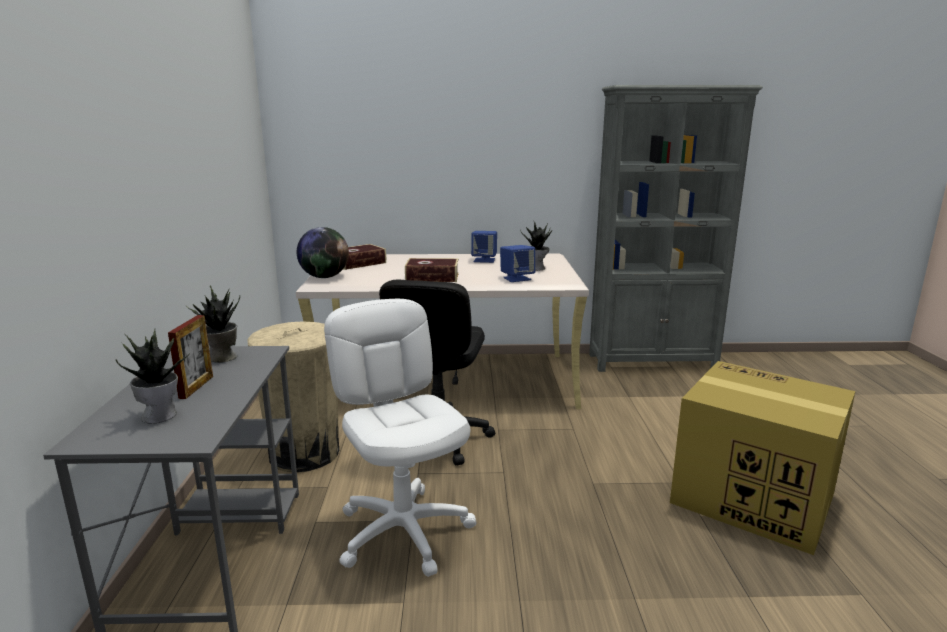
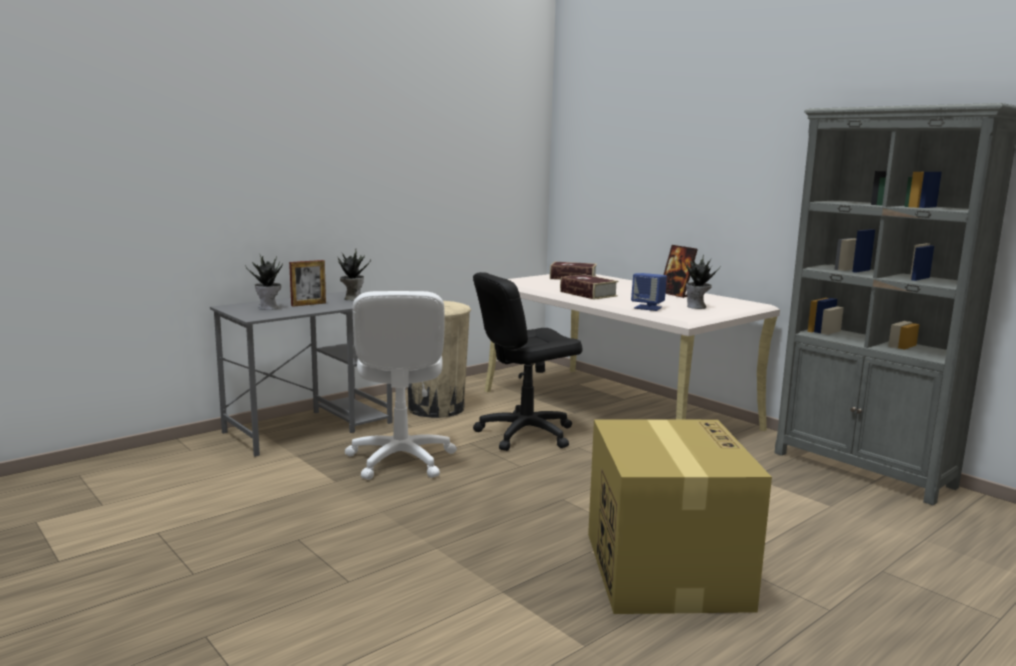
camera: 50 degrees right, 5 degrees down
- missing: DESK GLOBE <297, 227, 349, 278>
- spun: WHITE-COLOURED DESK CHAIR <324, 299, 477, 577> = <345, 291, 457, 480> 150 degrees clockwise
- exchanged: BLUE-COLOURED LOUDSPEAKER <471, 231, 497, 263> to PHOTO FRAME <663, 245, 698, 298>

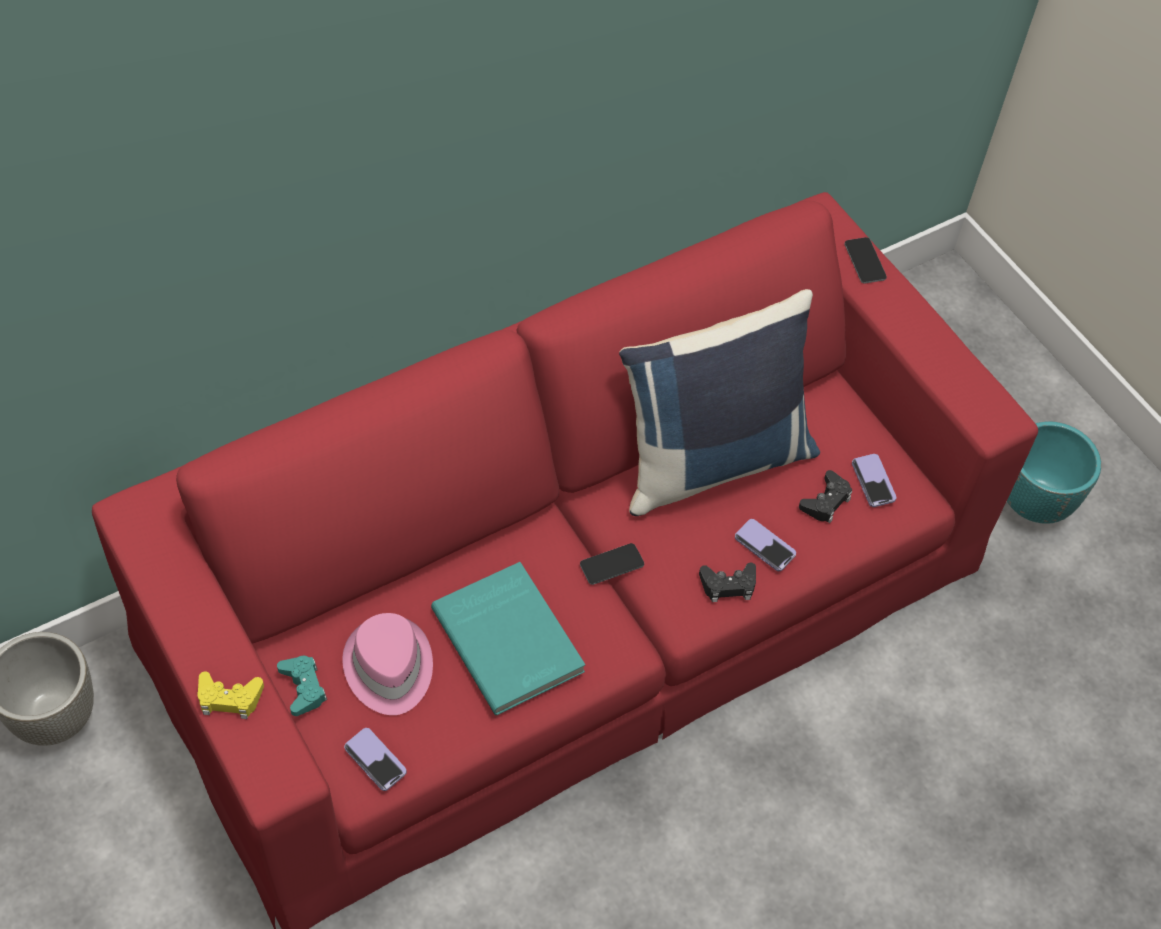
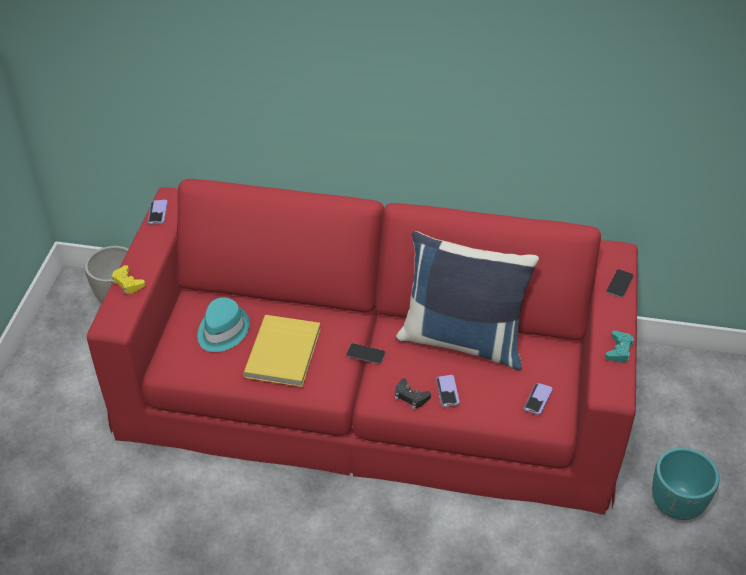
camera: 45 degrees right, 10 degrees down
- relocated: TURQUOISE-COLOURED GAME CONTROLLER <277, 656, 327, 716> to <605, 330, 634, 363>
- colour: PINK WEARABLE HAT <342, 613, 433, 715> to TURQUOISE-COLOURED WEARABLE HAT <198, 298, 250, 352>
- relocated: PHONE <344, 728, 407, 791> to <148, 200, 168, 225>
- colour: TURQUOISE-COLOURED BOUND BOOK <431, 562, 586, 715> to YELLOW BOUND BOOK <243, 315, 321, 387>
- missing: BLACKISH GAME CONTROLLER <799, 470, 852, 523>

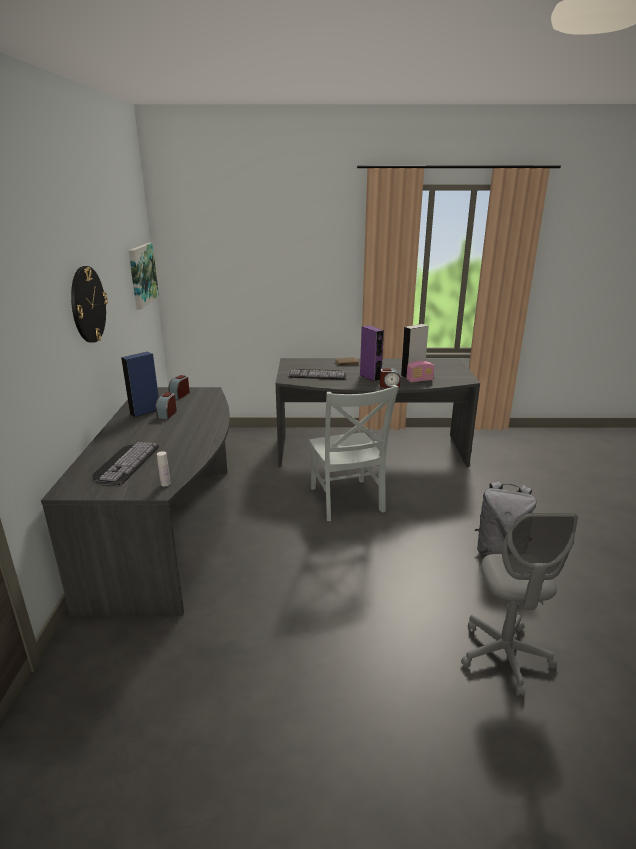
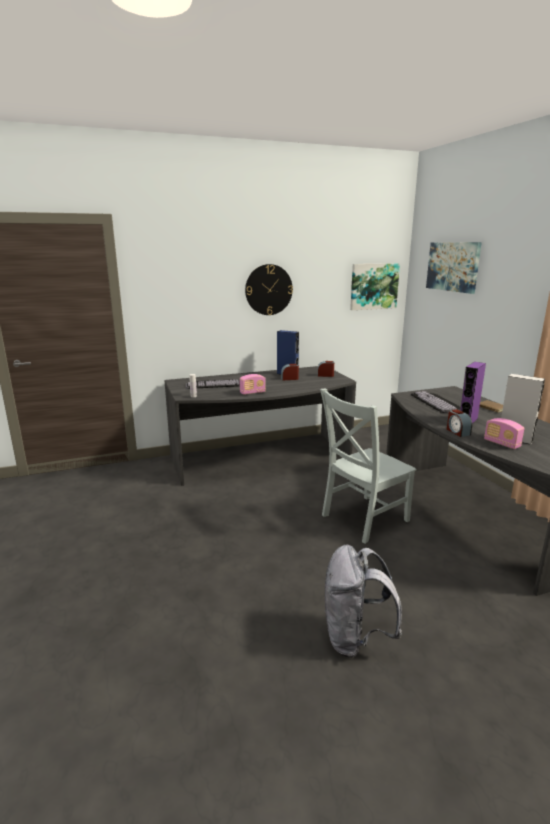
camera: 70 degrees right, 5 degrees down
- missing: GREYISH DESK CHAIR <461, 513, 578, 696>
- appeared: RADIO <240, 374, 266, 395>
- appeared: WALL PICTURE <426, 242, 482, 294>

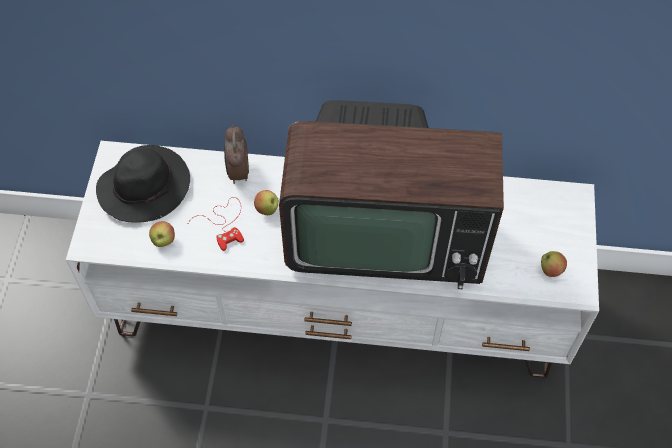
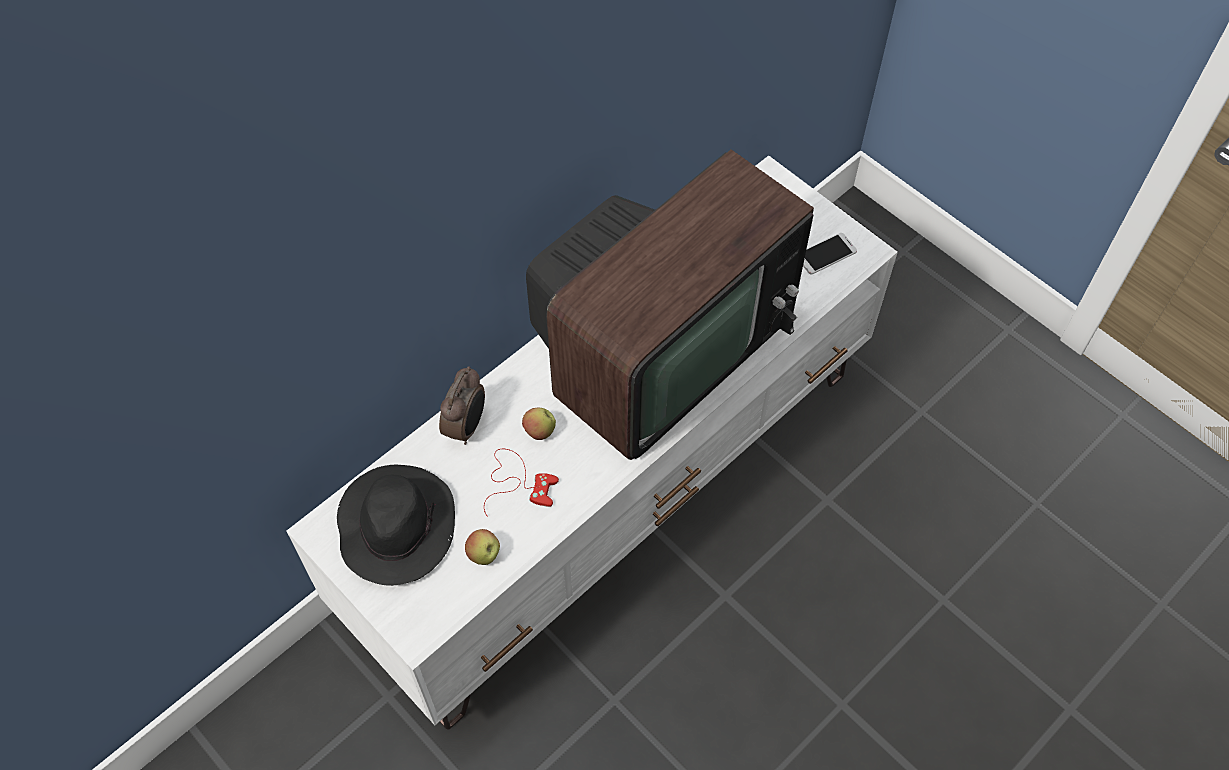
camera: 50 degrees left, 0 degrees up
- spun: BEDSIDE CLOCK <224, 125, 249, 184> = <439, 366, 485, 445> 105 degrees counterclockwise
- exchanged: APPLE <541, 251, 567, 277> to PHONE <803, 233, 857, 275>

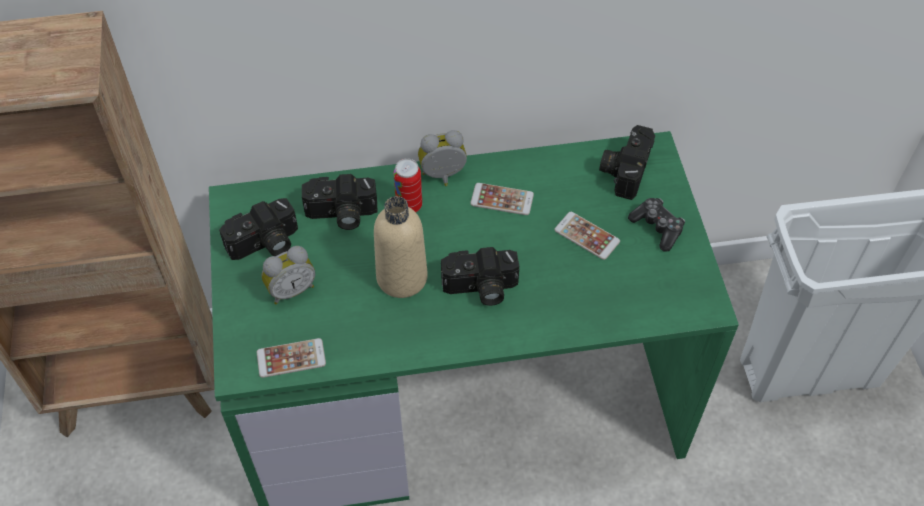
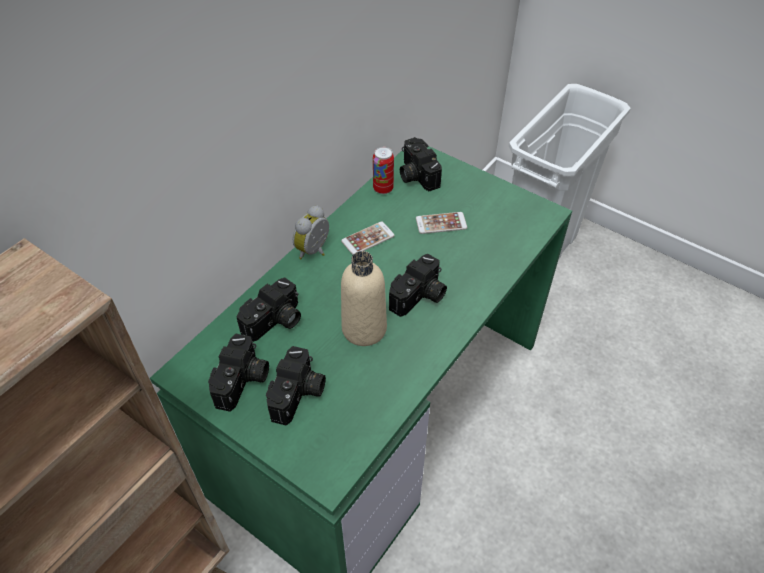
camera: 45 degrees left, 5 degrees down
- missing: PHONE <257, 338, 326, 378>
- exchanged: BEDSIDE CLOCK <261, 246, 315, 305> to STILL CAMERA <266, 346, 326, 426>
- relocated: METAL CAN <394, 159, 422, 212> to <373, 147, 394, 194>
- missing: GAME CONTROLLER <628, 198, 685, 252>

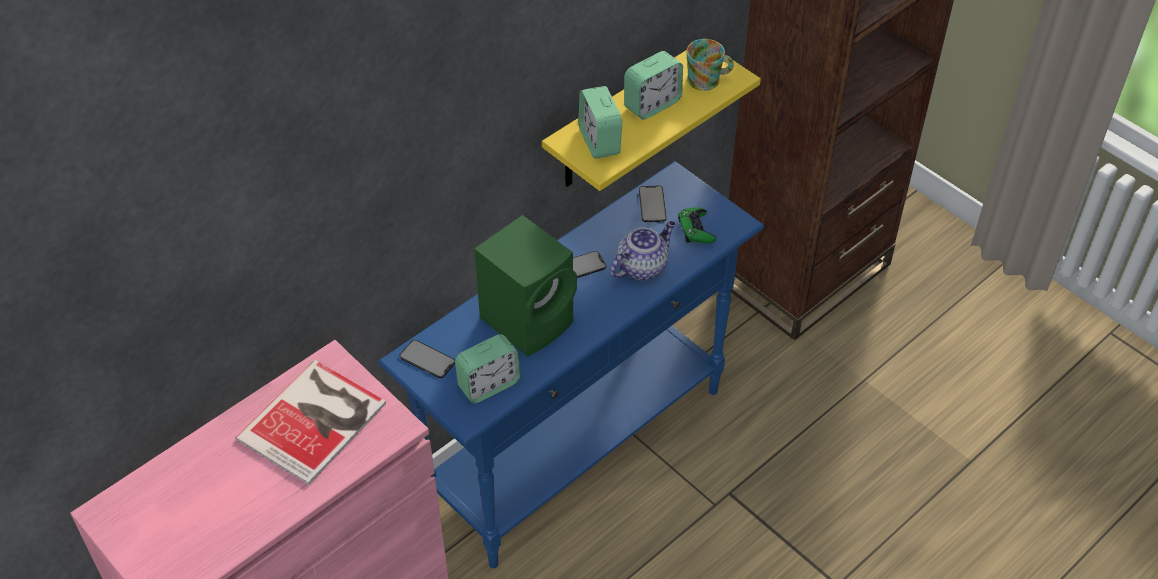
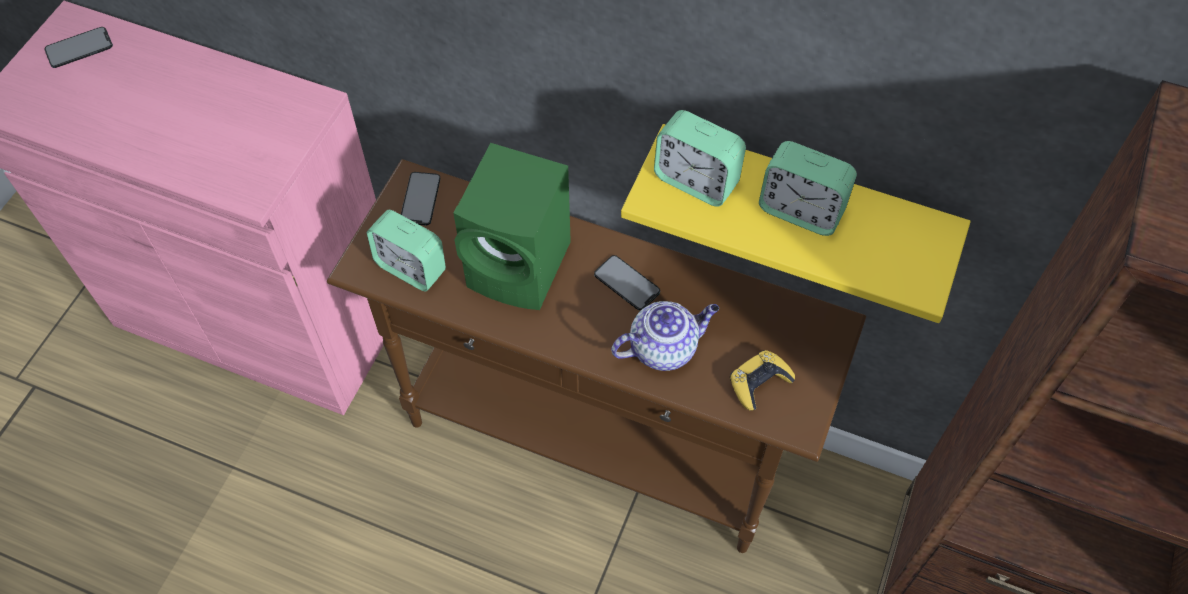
camera: 65 degrees right, 10 degrees up
- missing: BOUND BOOK <236, 360, 386, 485>
- colour: BLUE-COLOURED NARROW TABLE <378, 161, 764, 568> to BROWN-COLOURED NARROW TABLE <327, 159, 866, 553>
- spun: BEDSIDE CLOCK <578, 86, 622, 159> = <654, 110, 746, 207> 105 degrees counterclockwise
- spun: POT FOR TEA <610, 221, 675, 280> = <611, 301, 719, 371> 45 degrees counterclockwise
- relocated: PHONE <639, 186, 667, 222> to <44, 27, 113, 68>
- colour: GREEN-COLOURED GAME CONTROLLER <678, 207, 716, 243> to YELLOW GAME CONTROLLER <730, 350, 795, 411>
- missing: MUG <687, 39, 734, 91>

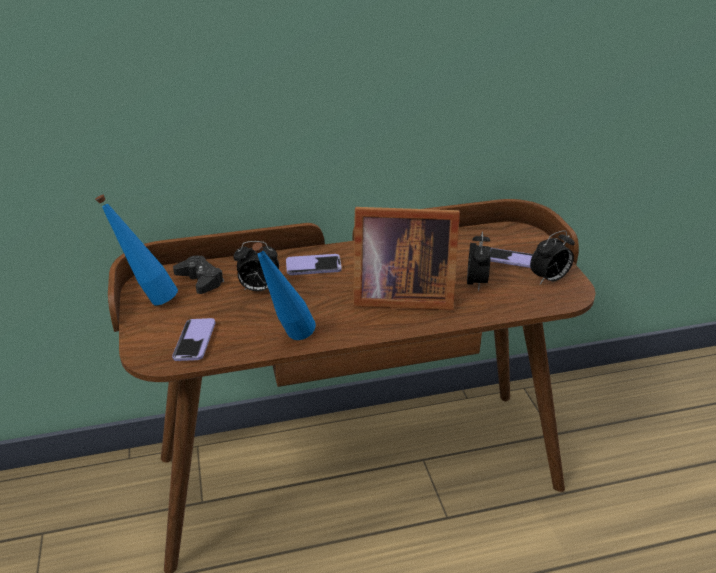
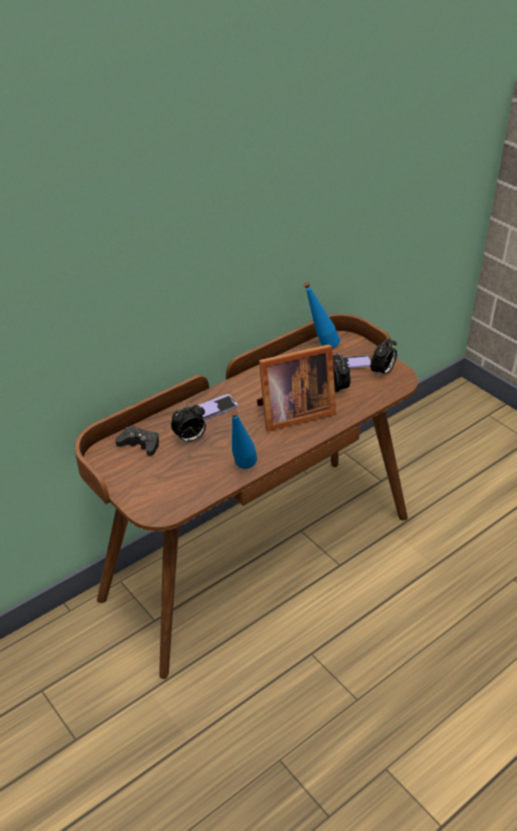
camera: 25 degrees left, 5 degrees up
- relocated: BLUE-COLOURED DRINK BOTTLE <95, 195, 178, 306> to <303, 282, 340, 349>
- missing: PHONE <172, 318, 215, 361>

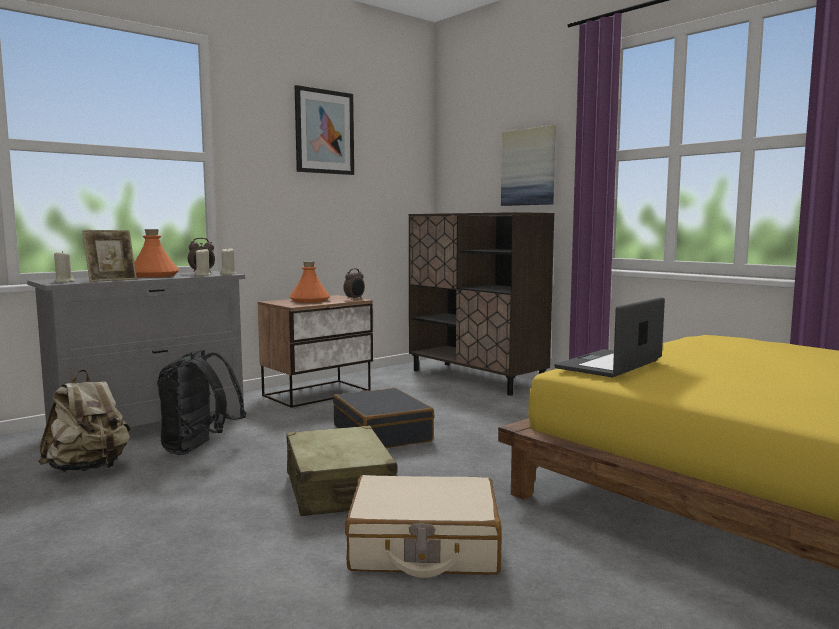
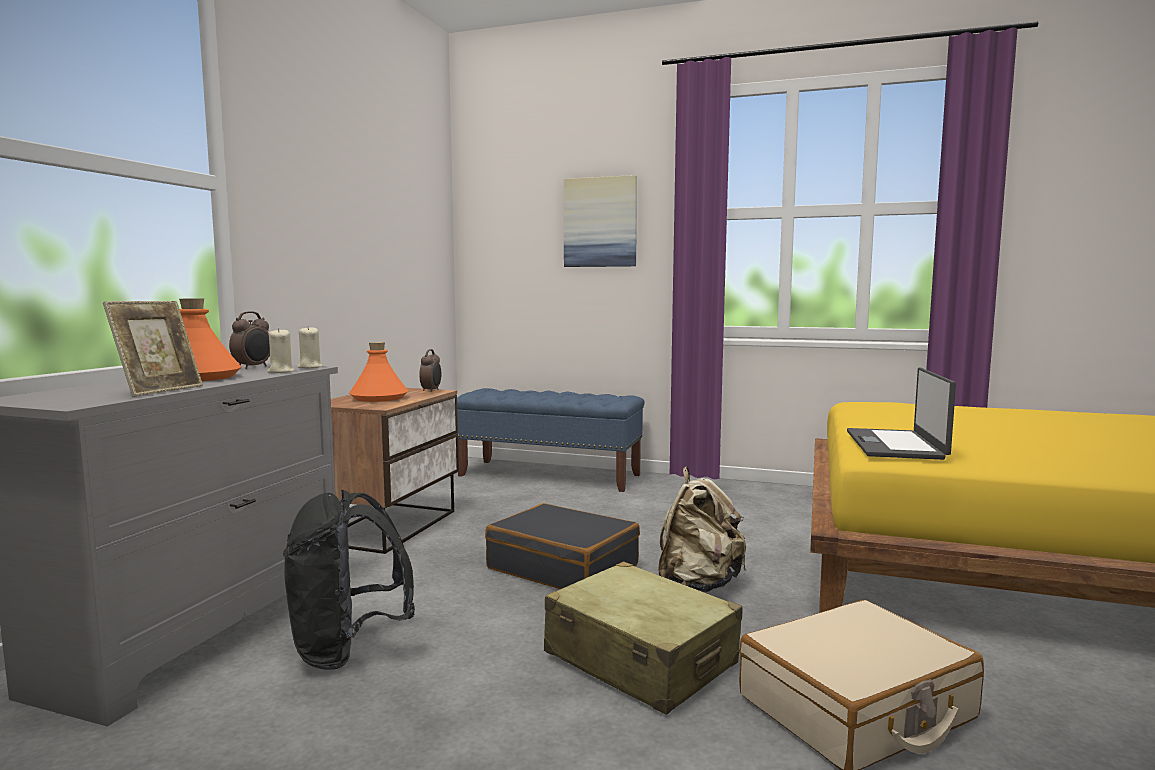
camera: 30 degrees left, 0 degrees up
- relocated: BEIGE KNAPSACK <38, 370, 130, 472> to <658, 467, 746, 592>
- missing: BEIGE CANDLE <54, 251, 75, 283>
- missing: WALL PICTURE <295, 85, 354, 175>
- exchanged: BROWN-COLOURED CUPBOARD <409, 212, 554, 395> to BLUE-COLOURED INDOOR BENCH <457, 388, 645, 492>

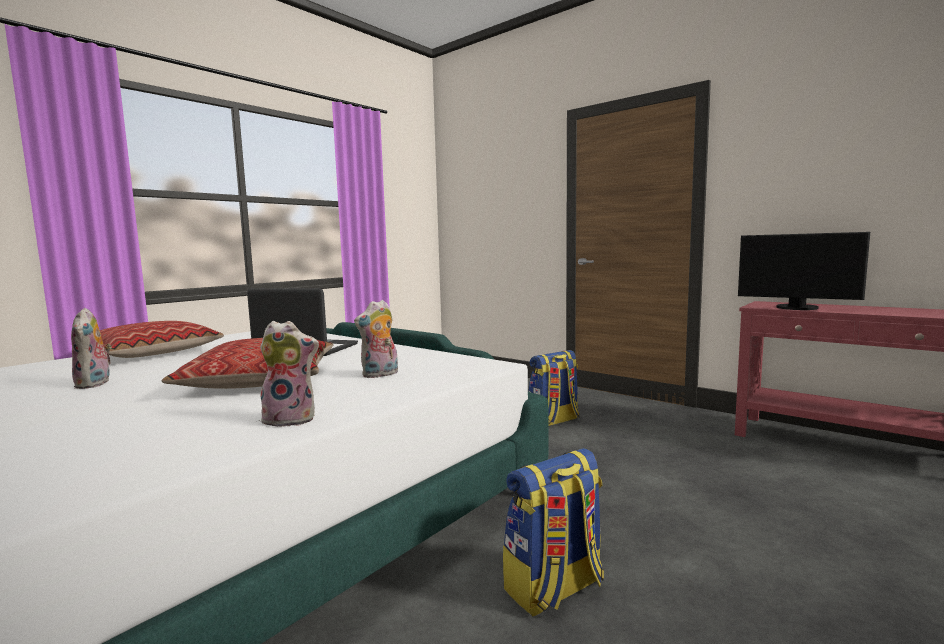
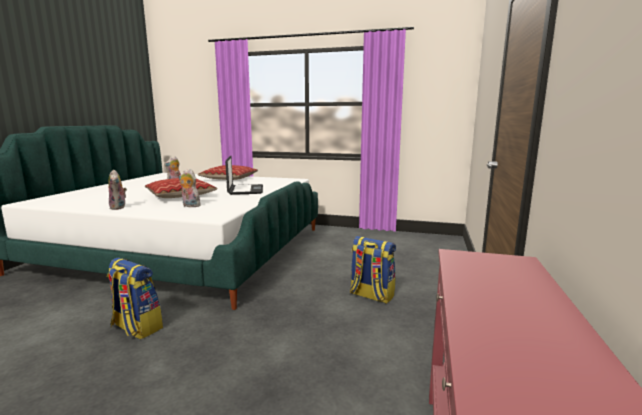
camera: 65 degrees right, 5 degrees up
- missing: COMPUTER SCREEN <738, 232, 870, 310>

